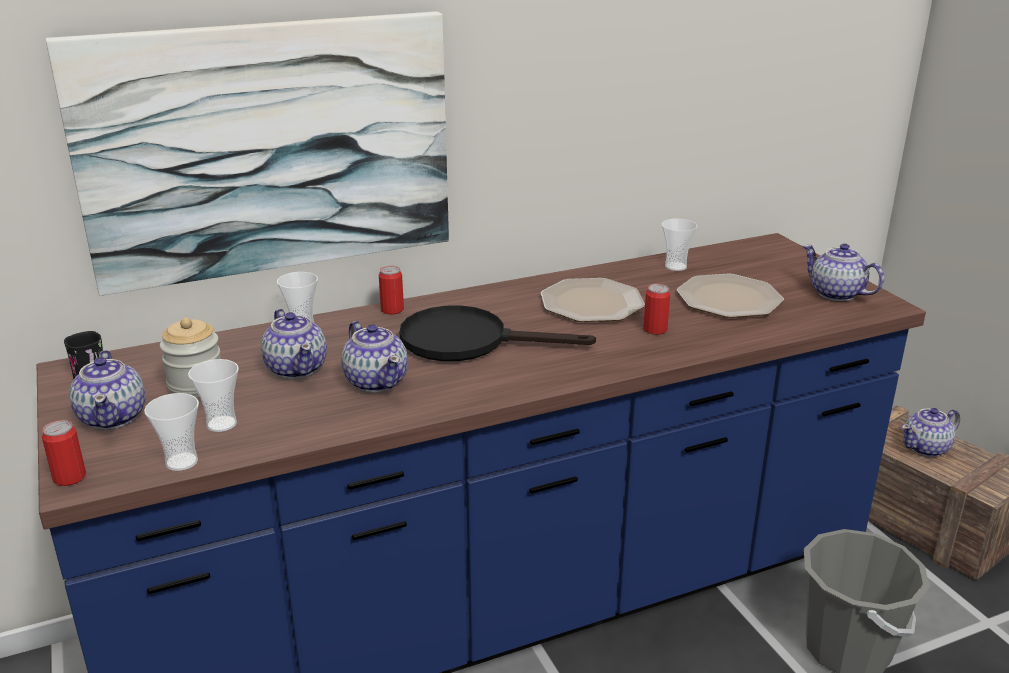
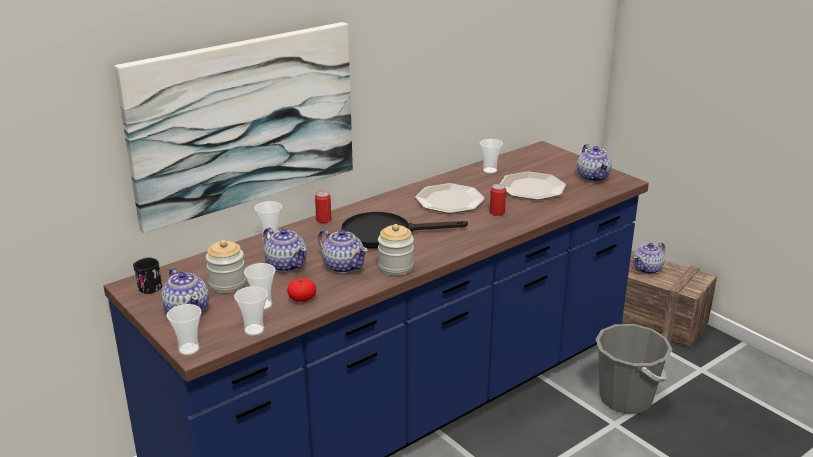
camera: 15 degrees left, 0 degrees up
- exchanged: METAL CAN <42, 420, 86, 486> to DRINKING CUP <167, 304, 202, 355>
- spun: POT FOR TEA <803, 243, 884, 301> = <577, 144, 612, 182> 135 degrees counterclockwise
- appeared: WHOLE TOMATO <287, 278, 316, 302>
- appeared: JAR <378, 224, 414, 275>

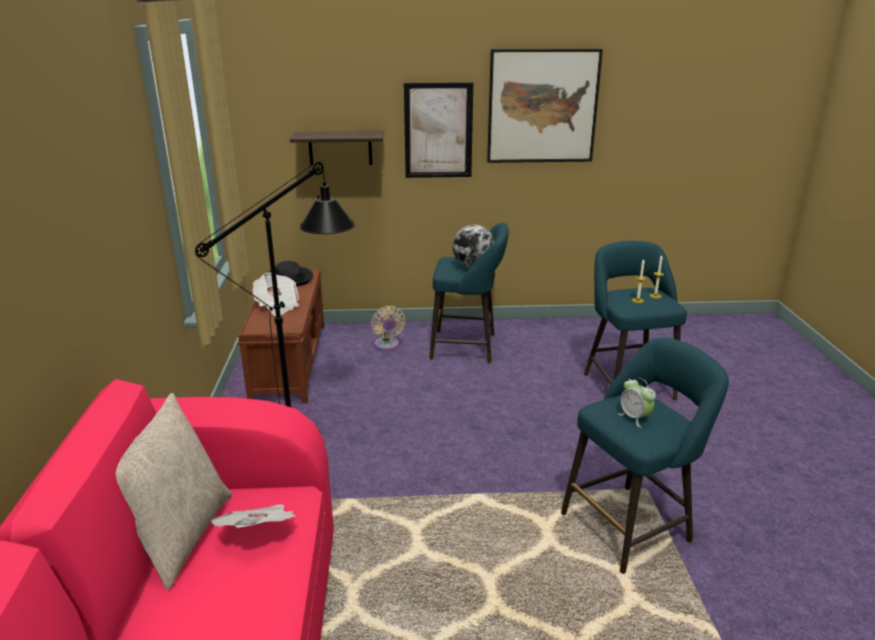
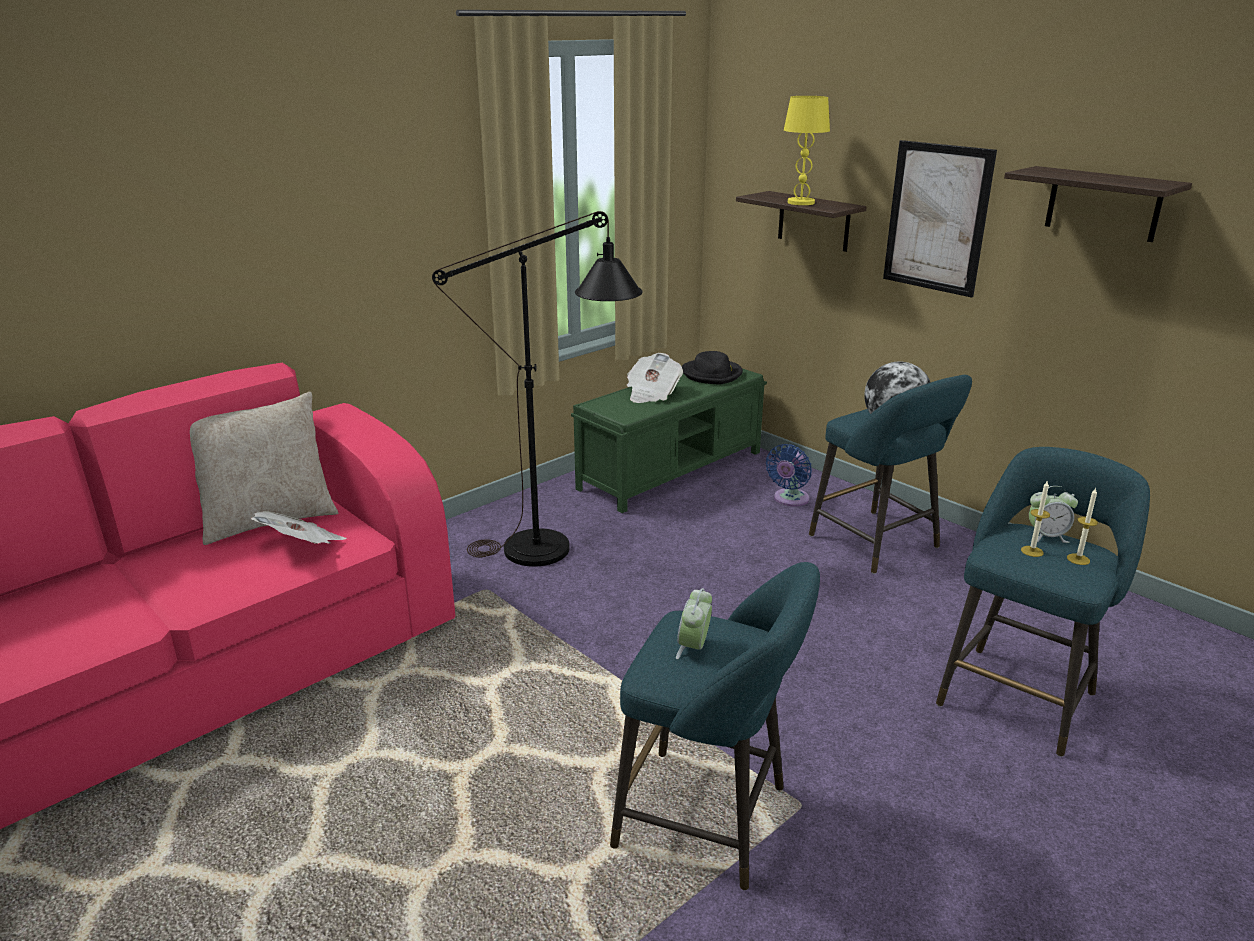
camera: 50 degrees right, 0 degrees up
- colour: BROWN-COLOURED INDOOR BENCH <237, 269, 324, 403> to GREEN-COLOURED INDOOR BENCH <571, 368, 767, 513>
- colour: BEIGE FAN <371, 306, 405, 350> to BLUE-COLOURED FAN <766, 444, 812, 506>
- exchanged: WALL PICTURE <487, 49, 603, 163> to BRACKET SHELF <1004, 166, 1192, 242>
- appeared: YELLOW TABLE LAMP <784, 96, 830, 205>
- appeared: BEDSIDE CLOCK <1029, 486, 1078, 543>

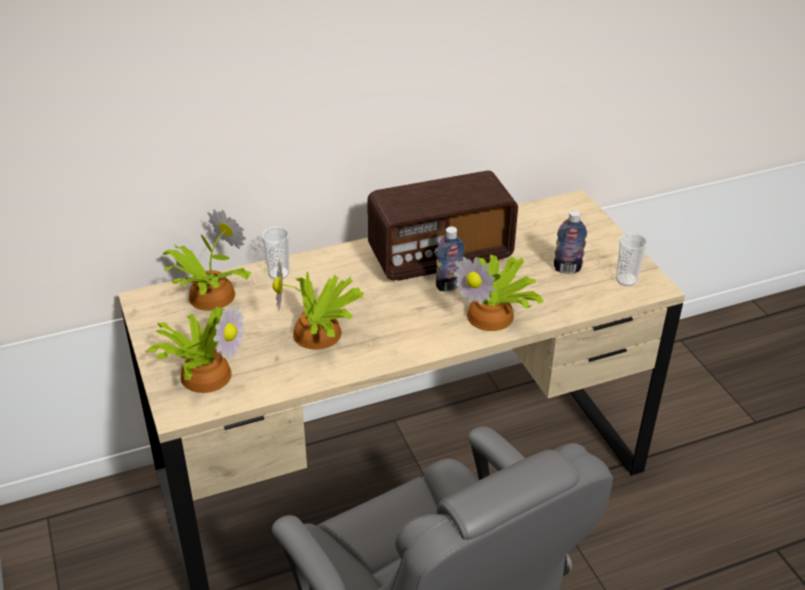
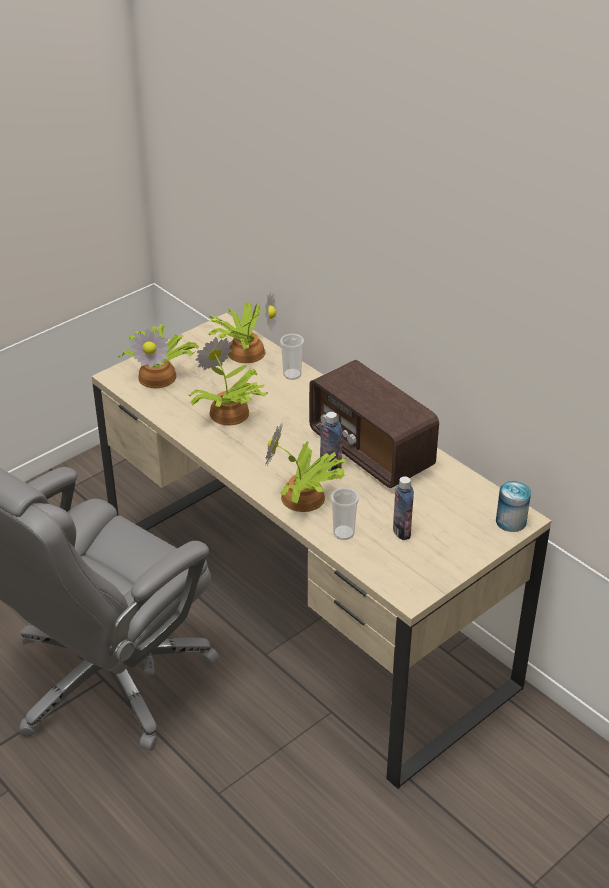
camera: 70 degrees right, 0 degrees up
- relocated: DRINKING CUP <616, 233, 648, 286> to <331, 488, 359, 540>
- appeared: METAL CAN <496, 481, 531, 532>

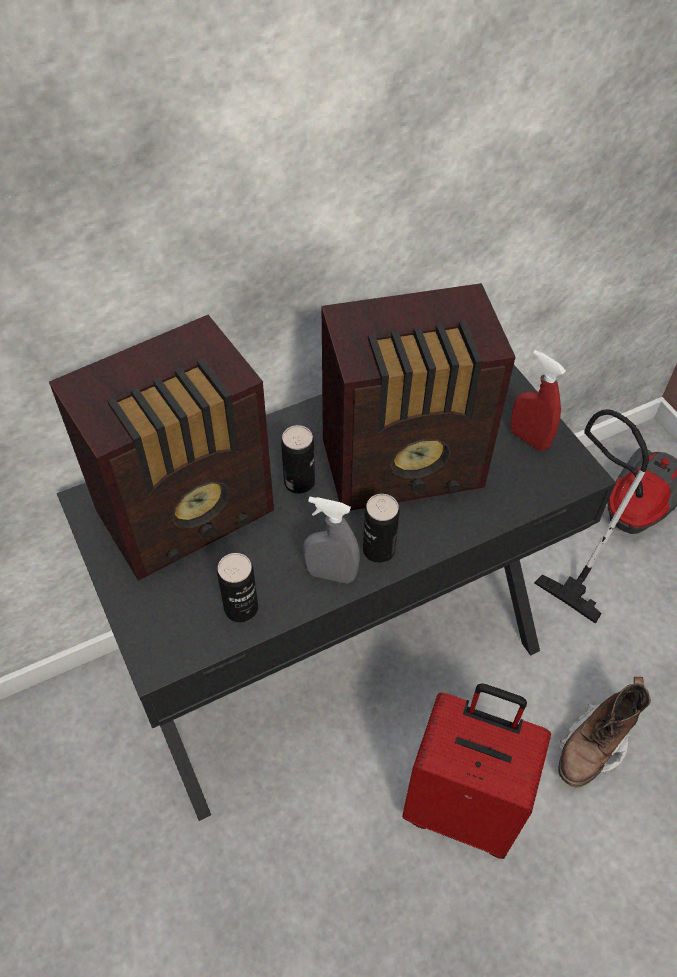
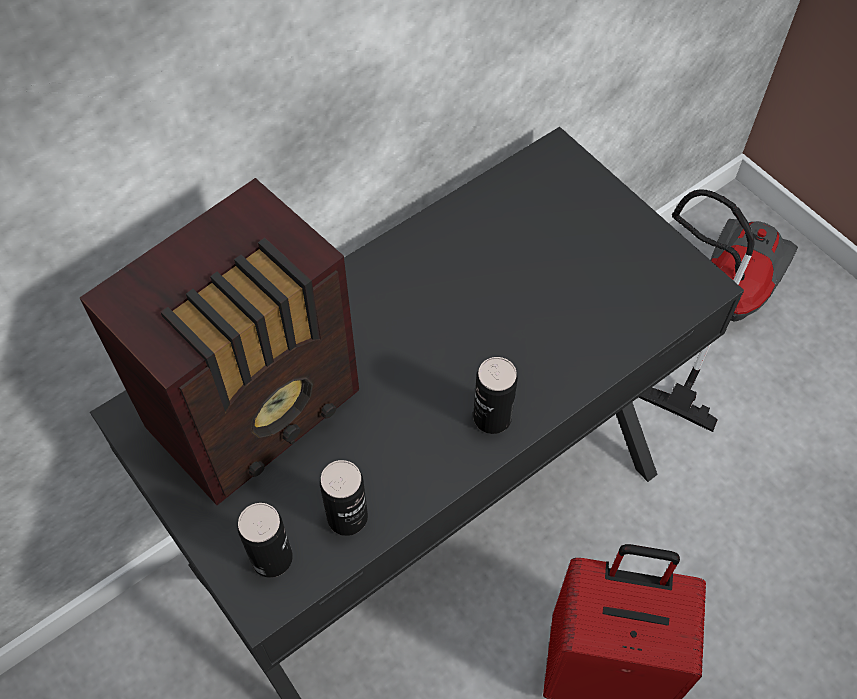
camera: 10 degrees left, 5 degrees up
- relocated: METAL CAN <281, 425, 315, 494> to <238, 503, 293, 578>
- missing: GREYISH SPRAY BOTTLE <303, 497, 360, 584>
- missing: RADIO <321, 283, 515, 511>
- missing: REDDISH SPRAY BOTTLE <510, 350, 566, 451>
- missing: BROWN-COLOURED BOOT <558, 677, 651, 788>

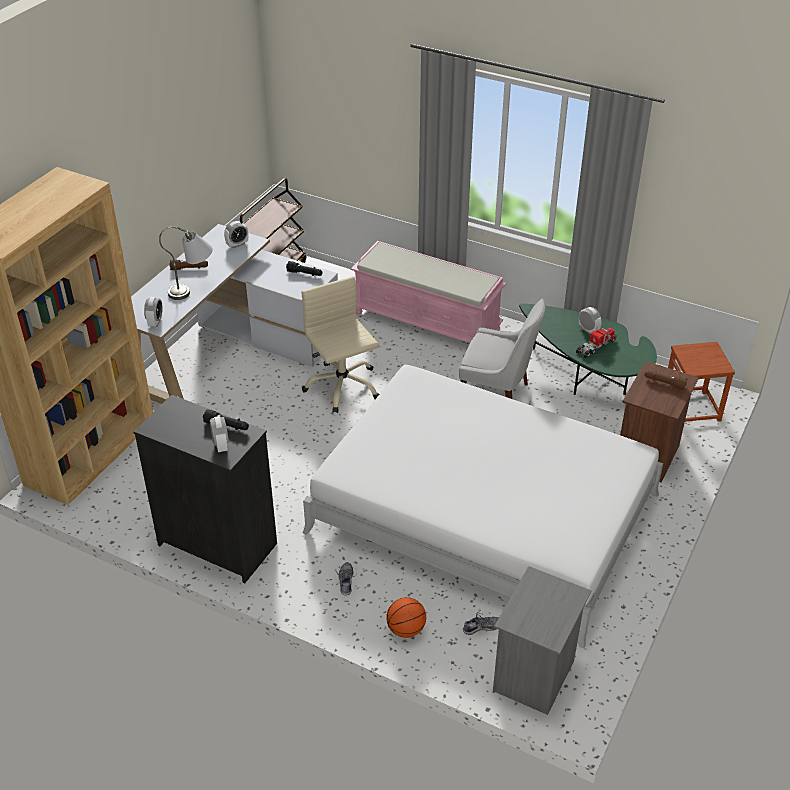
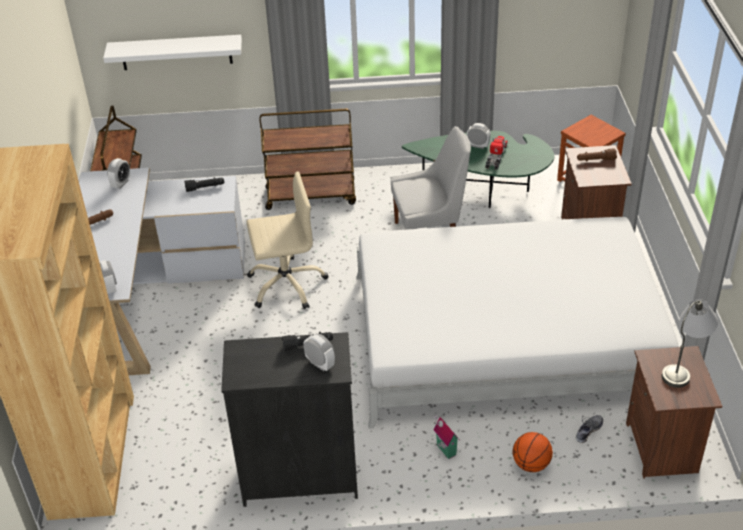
camera: 30 degrees left, 0 degrees up
- relocated: GREYISH TABLE LAMP <159, 227, 213, 300> to <662, 299, 718, 388>
- spun: BEIGE DESK CHAIR <301, 276, 379, 413> = <246, 171, 329, 309> 135 degrees clockwise
- exchanged: LOW SHOE <336, 562, 356, 596> to MODEL HOUSE <432, 413, 460, 459>
- exchanged: PINK INDOOR BENCH <351, 241, 506, 343> to BROWN-COLOURED CART <260, 109, 356, 210>
- colour: GREYISH BEDSIDE TABLE <493, 566, 591, 715> to BROWN-COLOURED BEDSIDE TABLE <626, 346, 722, 479>
- appeared: WHITE-COLOURED BRACKET SHELF <103, 35, 242, 70>

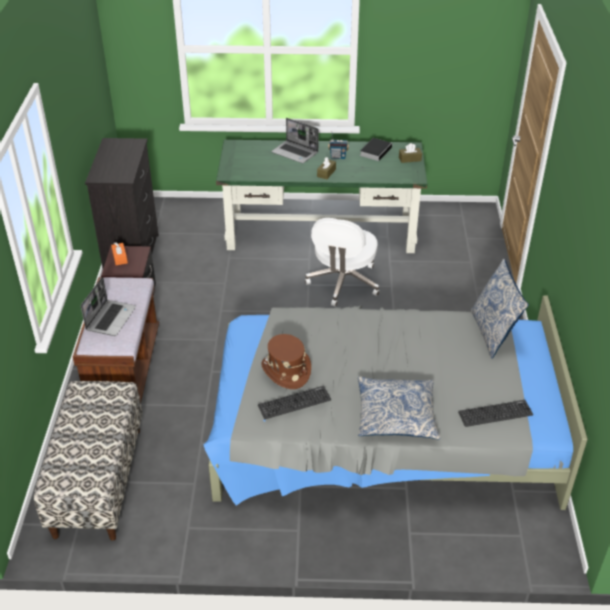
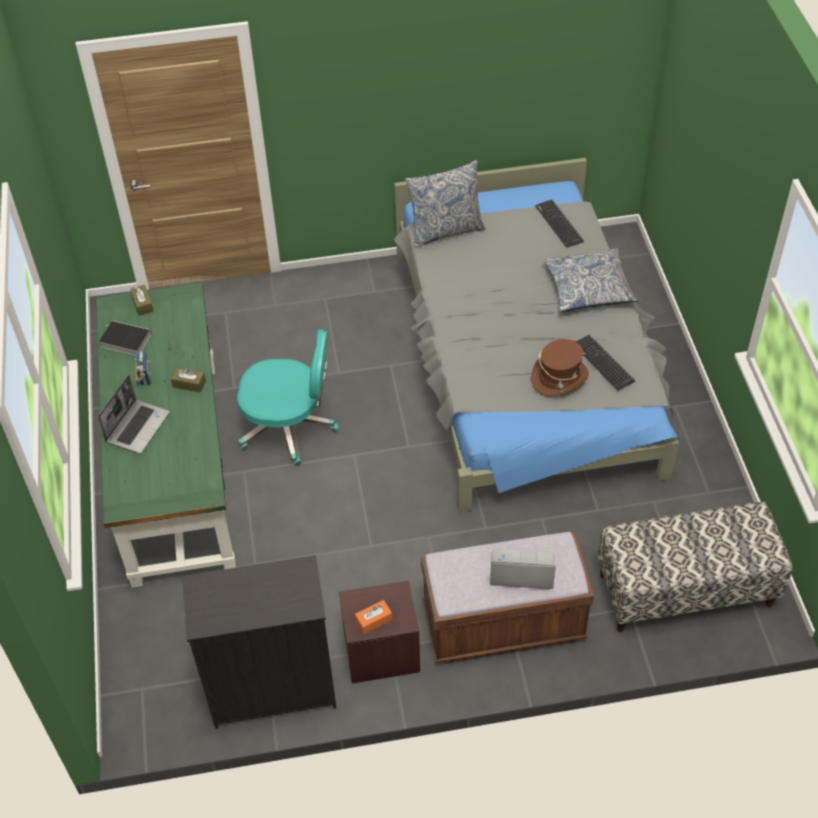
camera: 100 degrees left, 10 degrees up
- colour: WHITE-COLOURED DESK CHAIR <305, 218, 380, 307> to TURQUOISE-COLOURED DESK CHAIR <237, 329, 339, 466>

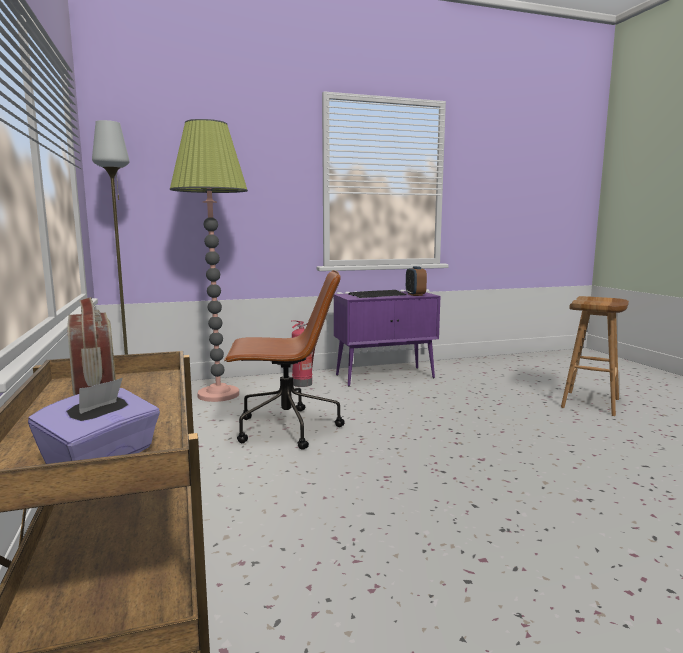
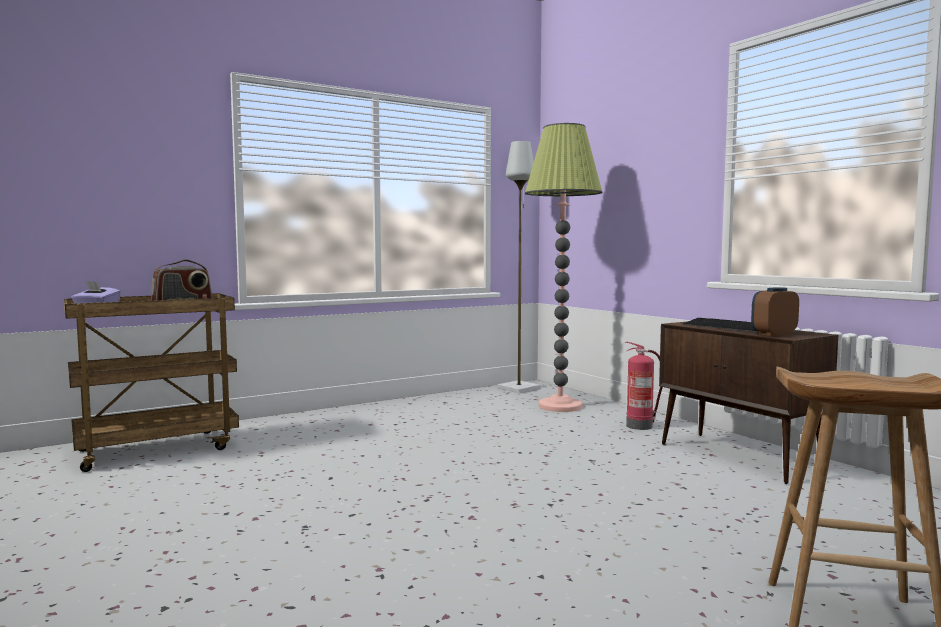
camera: 75 degrees right, 5 degrees down
- missing: BROWN-COLOURED DESK CHAIR <224, 270, 345, 450>
- colour: PURPLE CUPBOARD <334, 291, 440, 386> to BROWN-COLOURED CUPBOARD <659, 321, 838, 484>

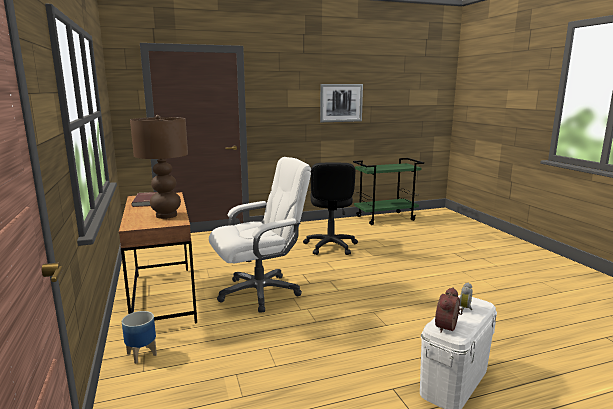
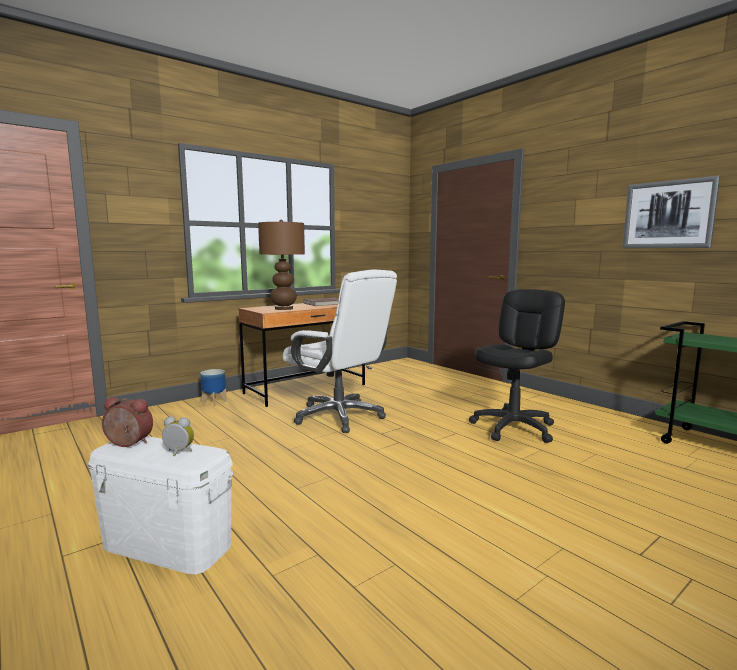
camera: 70 degrees right, 5 degrees down
- spun: BLACKISH DESK CHAIR <303, 162, 358, 255> = <469, 289, 565, 443> 150 degrees clockwise

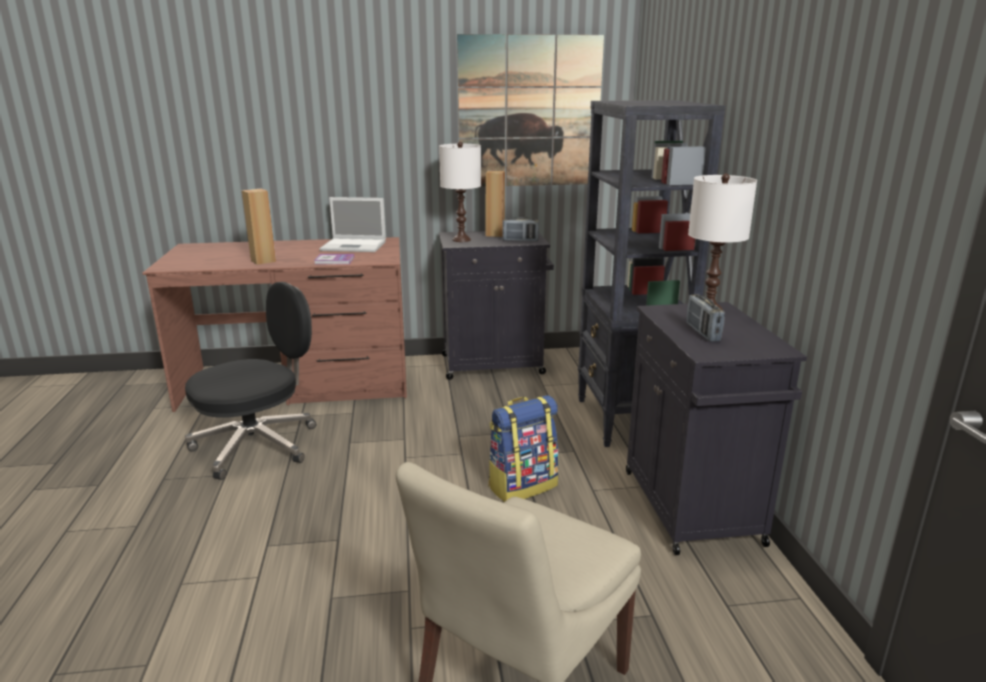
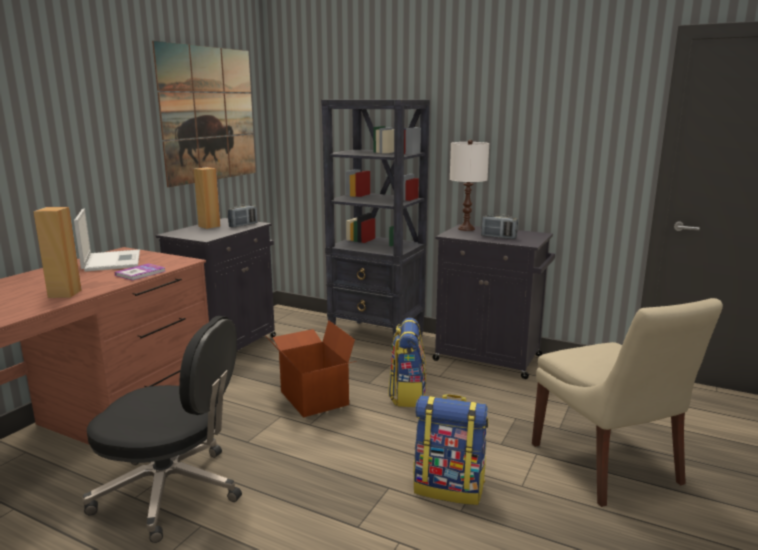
camera: 55 degrees left, 5 degrees down
- spun: BLACKISH DESK CHAIR <185, 282, 316, 480> = <82, 316, 242, 543> 105 degrees clockwise
- spun: PORTABLE COMPUTER <319, 197, 386, 252> = <74, 209, 140, 272> 60 degrees counterclockwise
- missing: WHITE-COLOURED TABLE LAMP <439, 142, 481, 242>
- appeared: CARDBOARD BOX <265, 320, 356, 418>
- appeared: KNAPSACK <414, 394, 489, 505>

